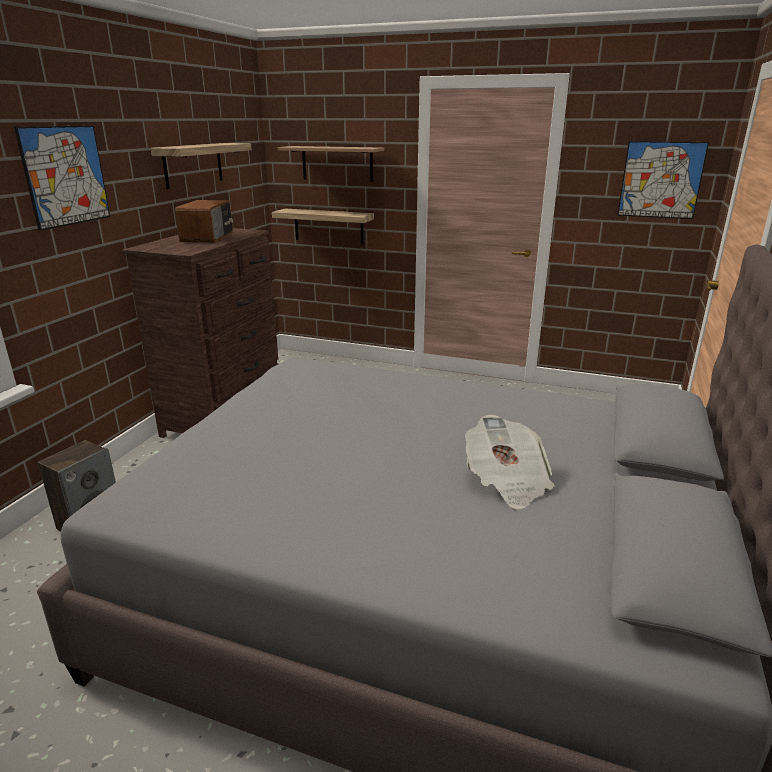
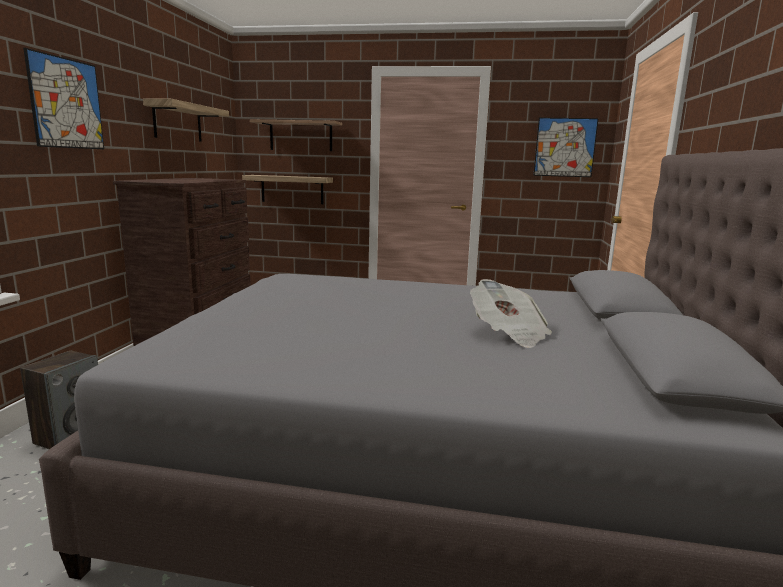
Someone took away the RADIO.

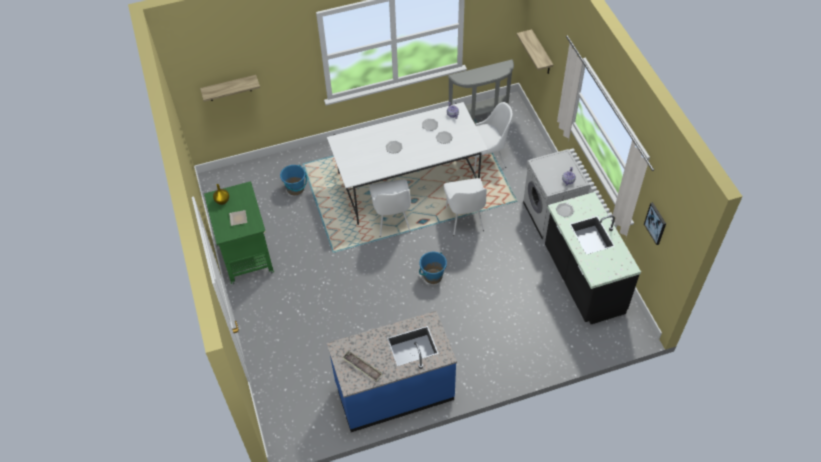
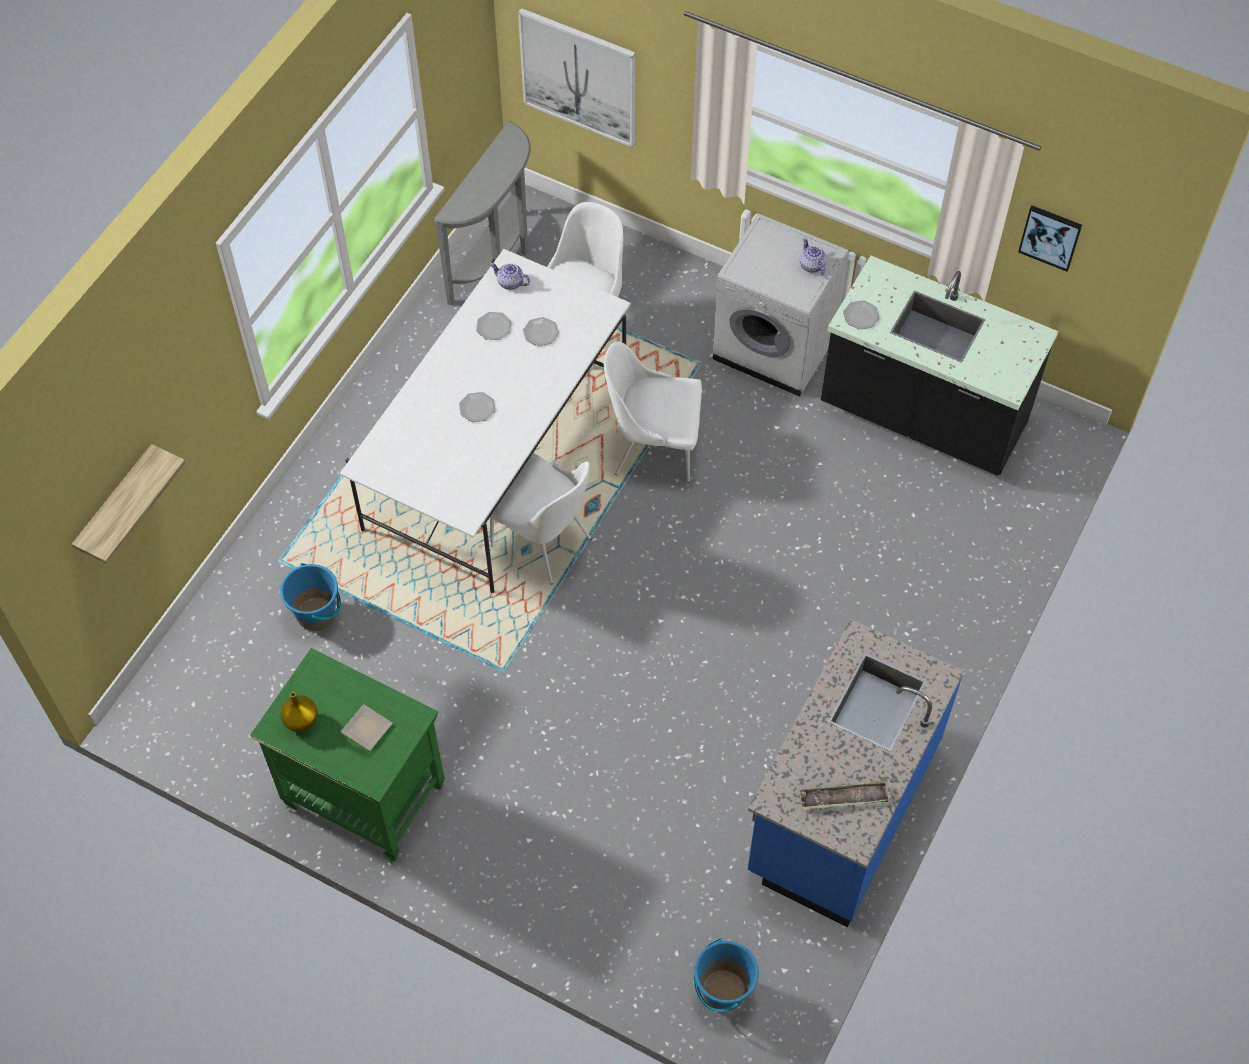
Someone carried the BLUE BUCKET (no. 2 from left). Someone rotated the WHITE CHAIR (no. 2 from left in the first image) by 150 degrees clockwise. Someone swapped the SHELF (no. 2 from left) for the PICTURE (no. 1 from left).

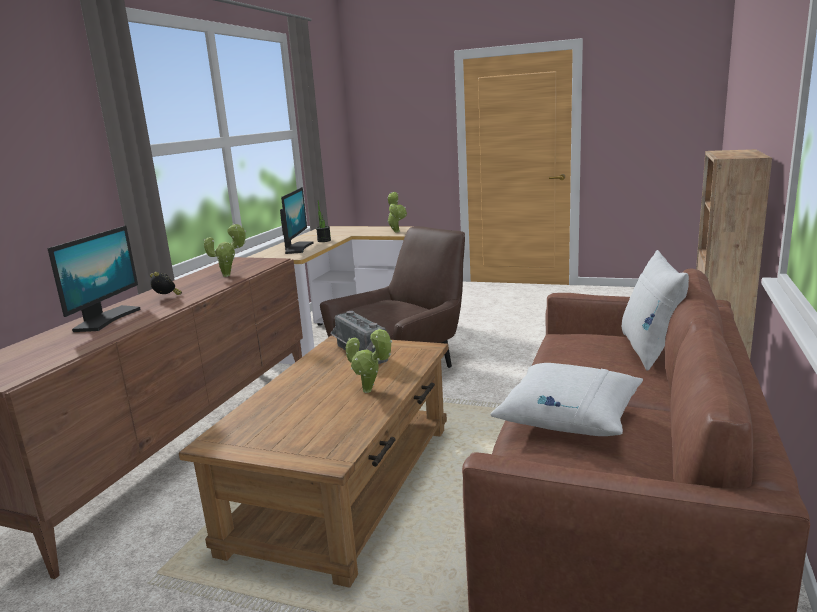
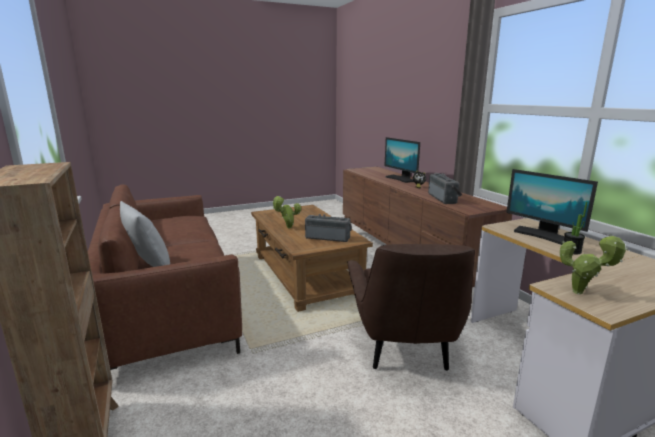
Someone swapped the POTTED PLANT (no. 1 from left) for the RADIO (no. 2 from left). Someone took away the GREY PILLOW (no. 1 from left).

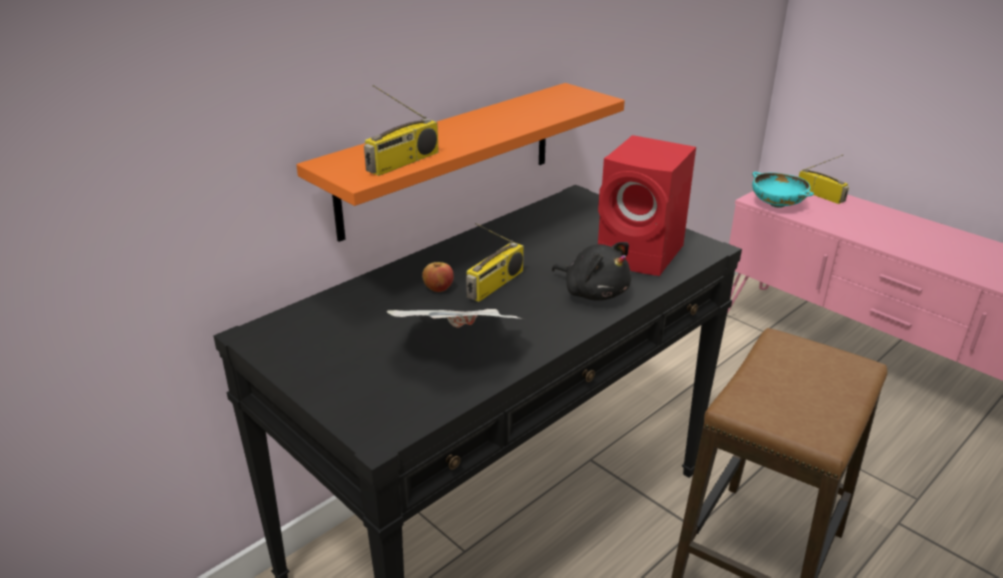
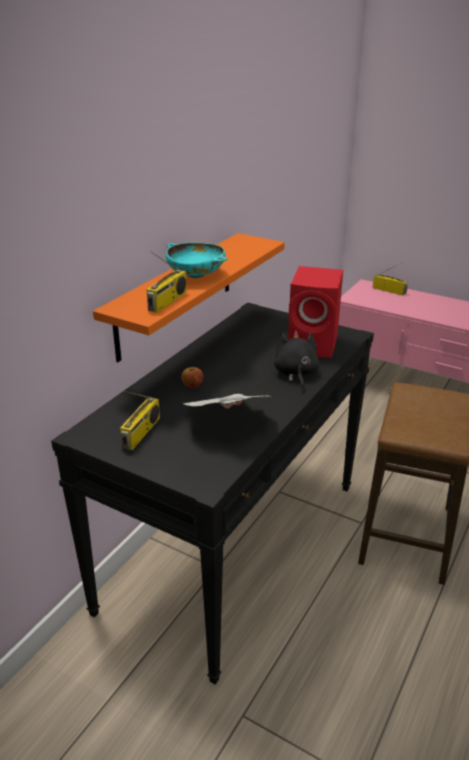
Someone carried the RADIO (no. 2 from left in the first image). Someone rotated the BLACK PLUSH TOY by 120 degrees counterclockwise. Someone carried the TURQUOISE BOWL.

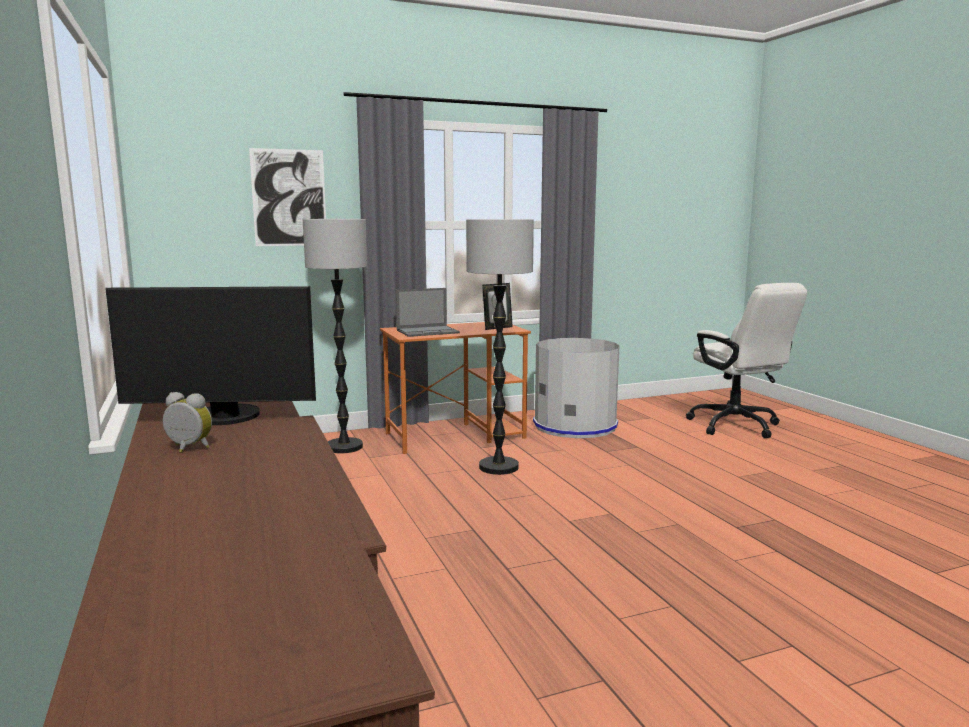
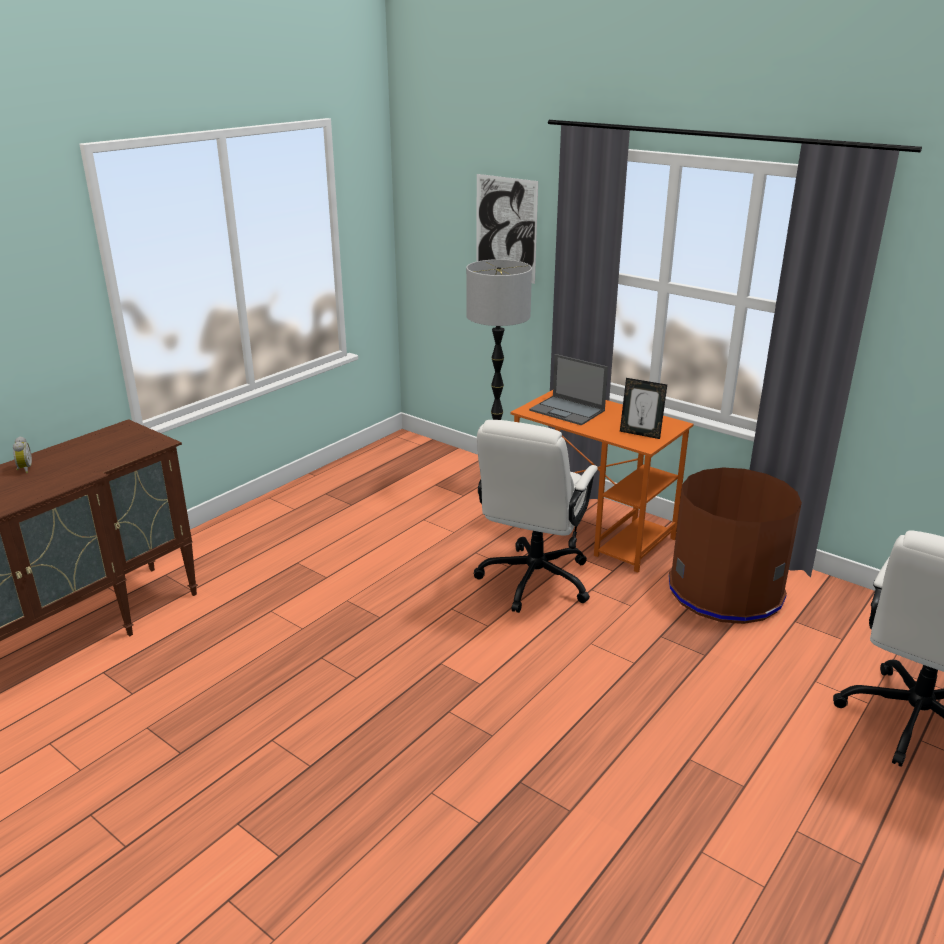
Someone took away the MONITOR. Someone swapped the FLOOR LAMP (no. 2 from left) for the WHITE OFFICE CHAIR (no. 1 from left). Someone repainted the GREY TRASH CAN, which became the BROWN TRASH CAN.

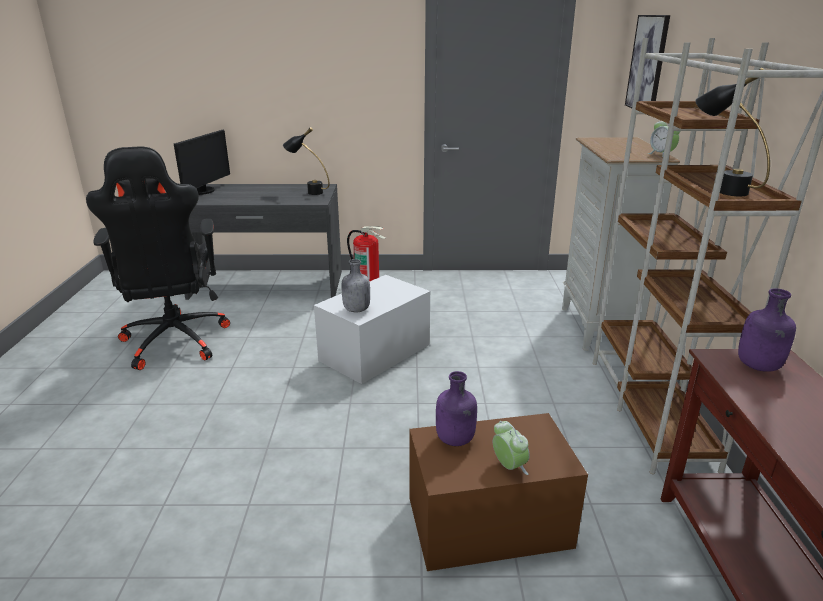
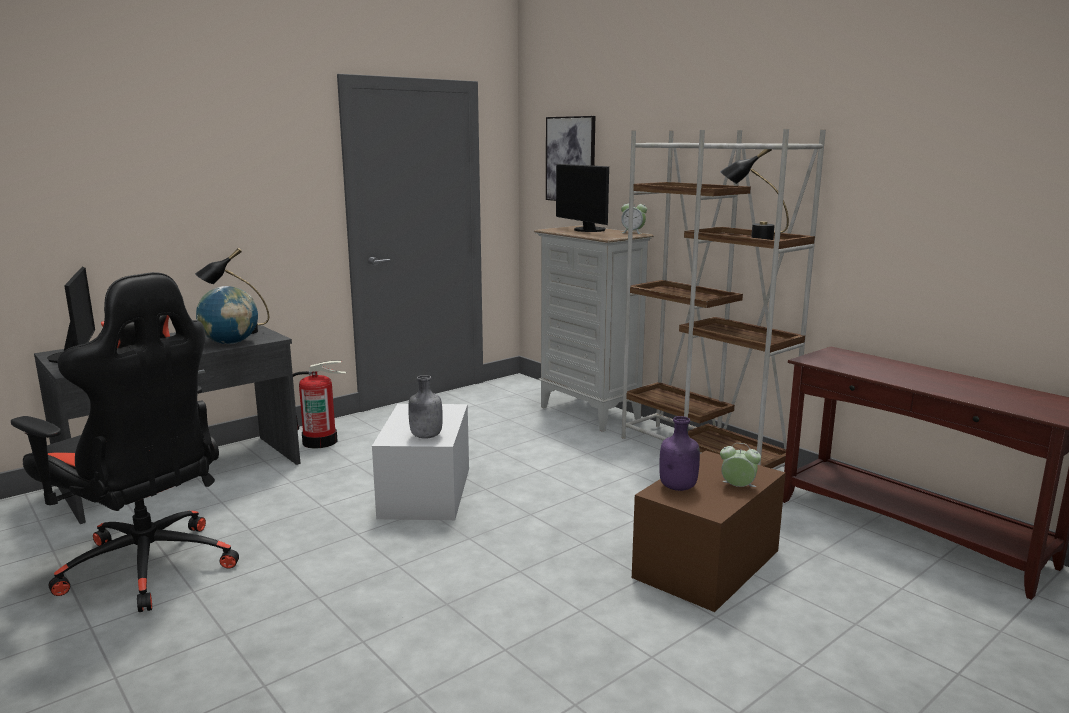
Someone took away the PURPLE BOTTLE (no. 2 from left). Someone put down the GLOBE. Someone put down the MONITOR (no. 2 from left).

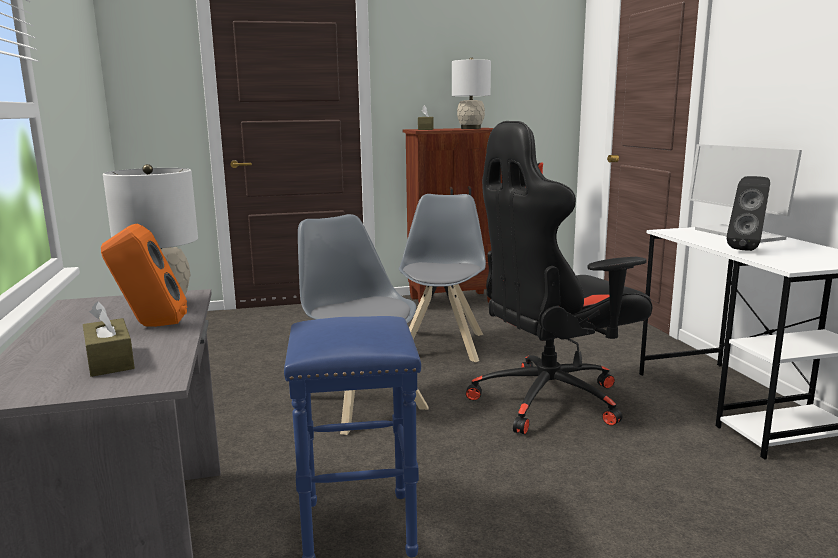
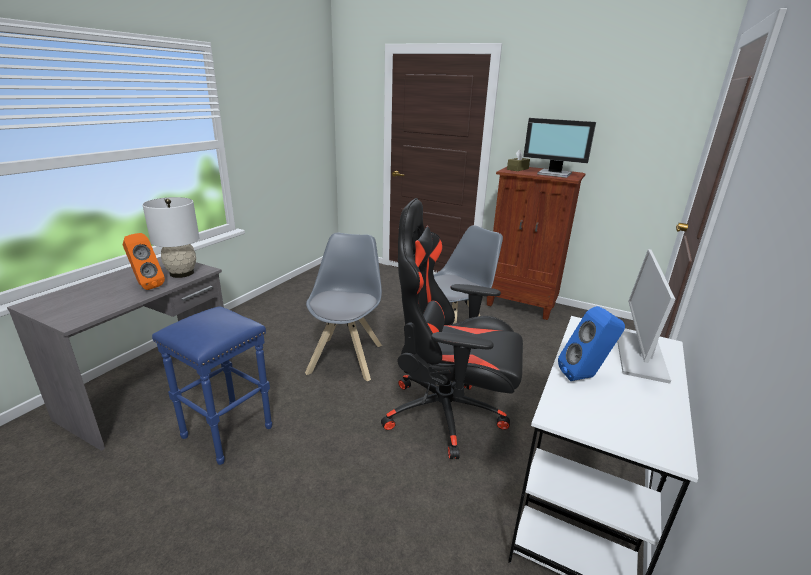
Someone took away the BROWN TISSUE BOX (no. 1 from left). Someone swapped the WHITE TABLE LAMP (no. 2 from left) for the MONITOR (no. 1 from left). Someone repainted the BLACK SPEAKER, which became the BLUE SPEAKER.

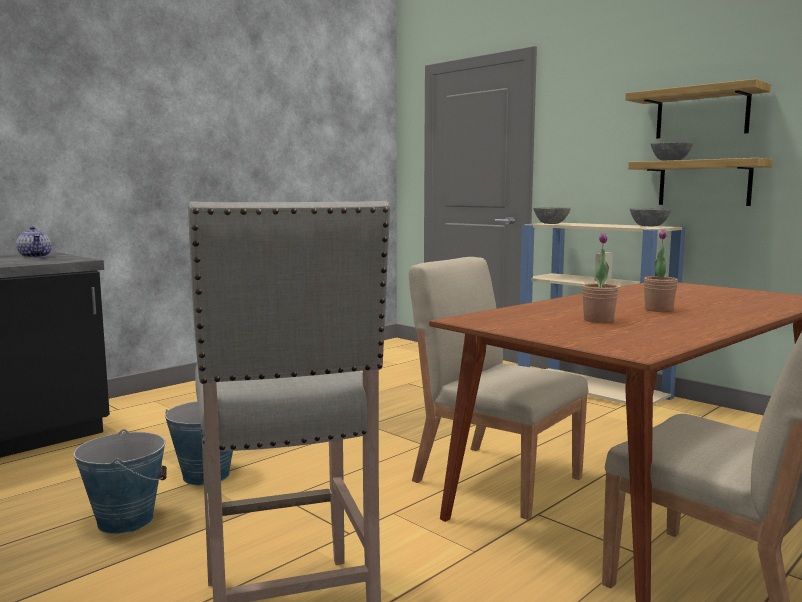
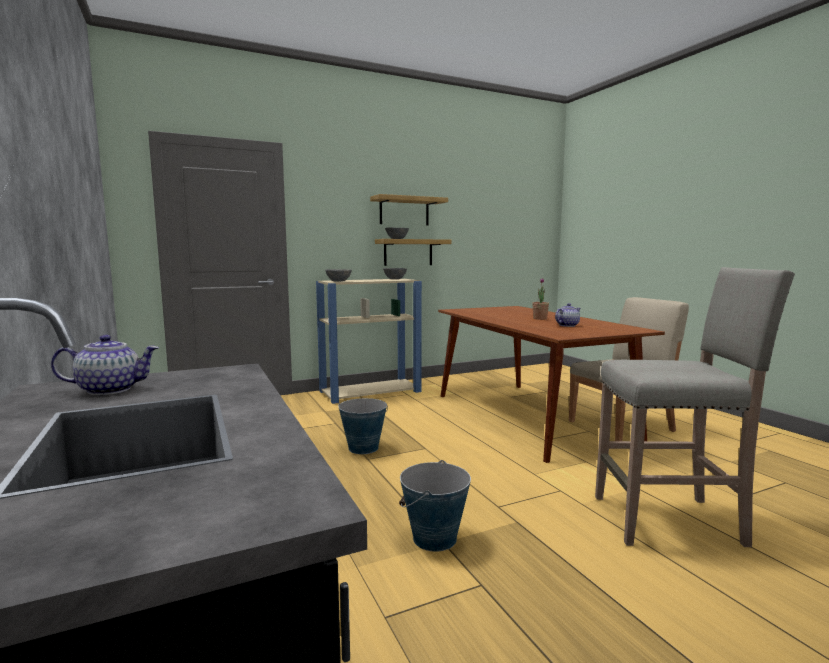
Someone carried the BUCKET (no. 1 from left). Someone took away the BEIGE CHAIR (no. 1 from left). Someone swapped the POTTED PLANT (no. 1 from left) for the TEAPOT (no. 2 from left).

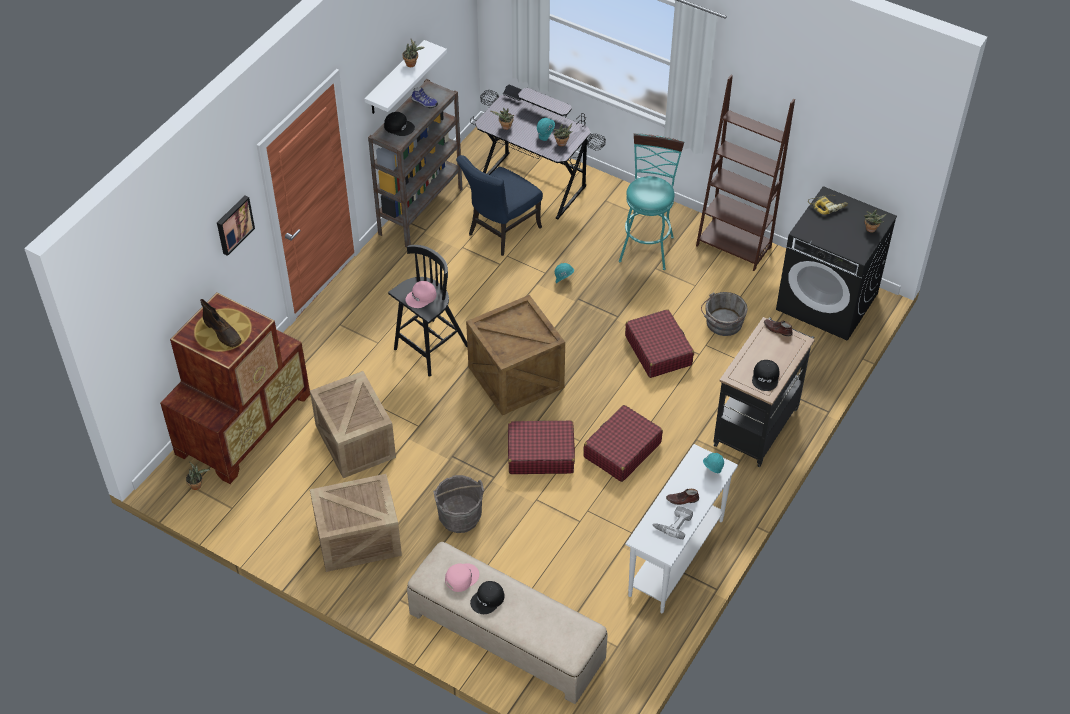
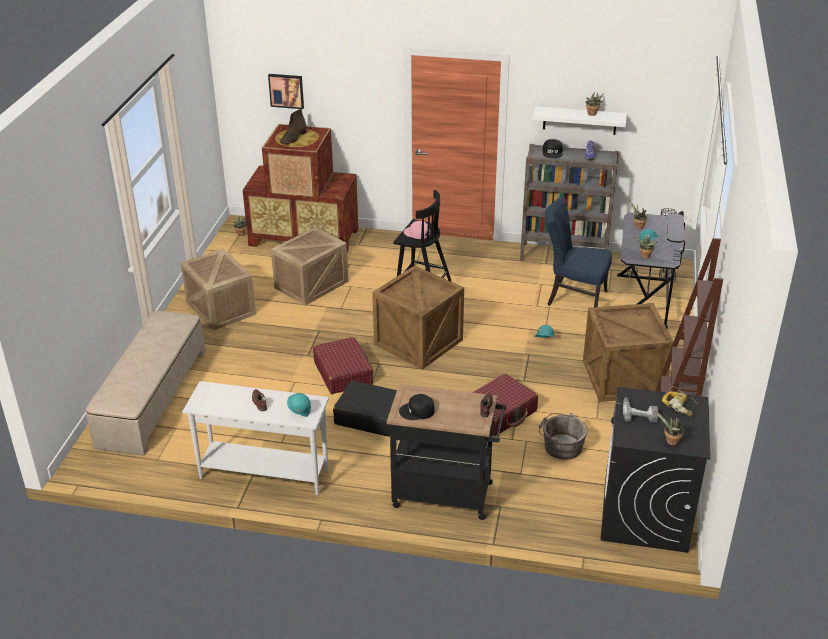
Someone carried the PICTURE. Someone took away the GREY BUCKET (no. 1 from left). Someone took away the PINK CAP (no. 2 from left). Someone took away the BLACK CAP (no. 2 from left). Someone repainted the RED SUITCASE (no. 2 from left), which became the BLACK SUITCASE. Someone swapped the TURQUOISE STOOL for the CRATE (no. 4 from left). Someone carried the POWER DRILL (no. 1 from left).

